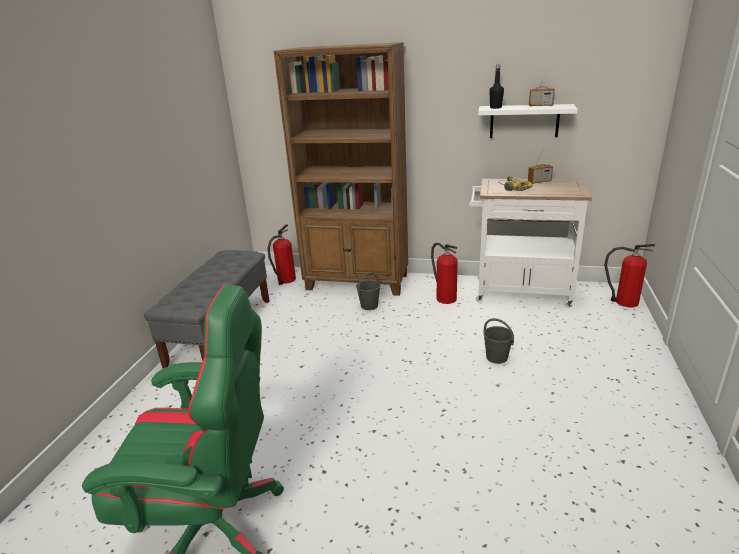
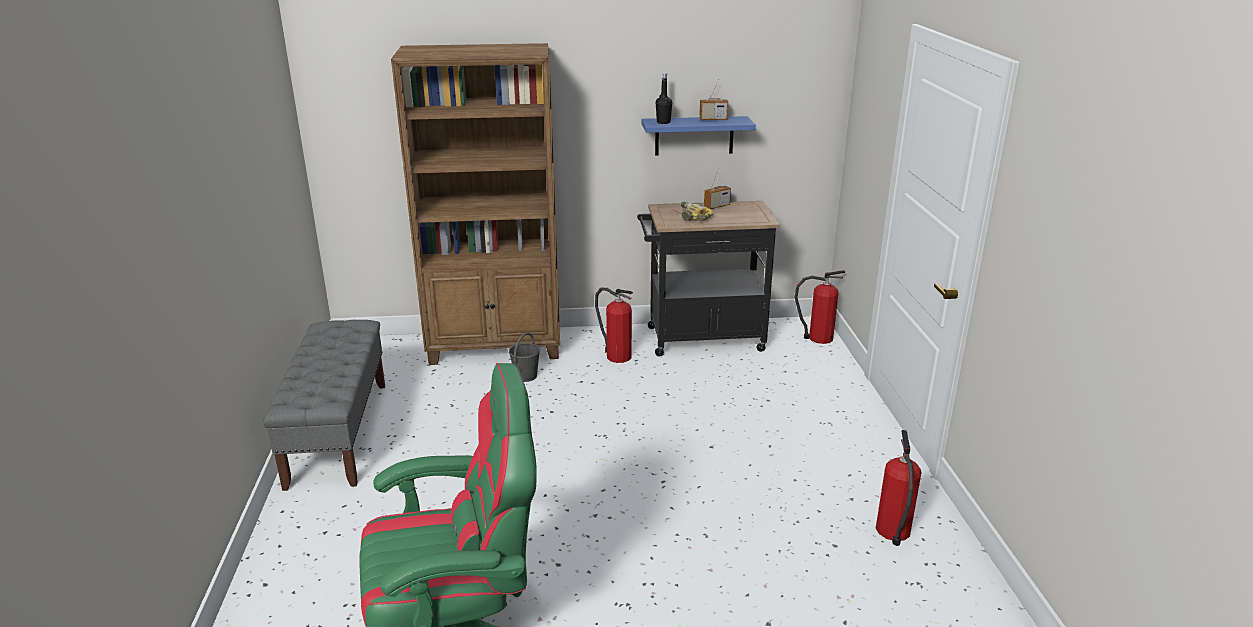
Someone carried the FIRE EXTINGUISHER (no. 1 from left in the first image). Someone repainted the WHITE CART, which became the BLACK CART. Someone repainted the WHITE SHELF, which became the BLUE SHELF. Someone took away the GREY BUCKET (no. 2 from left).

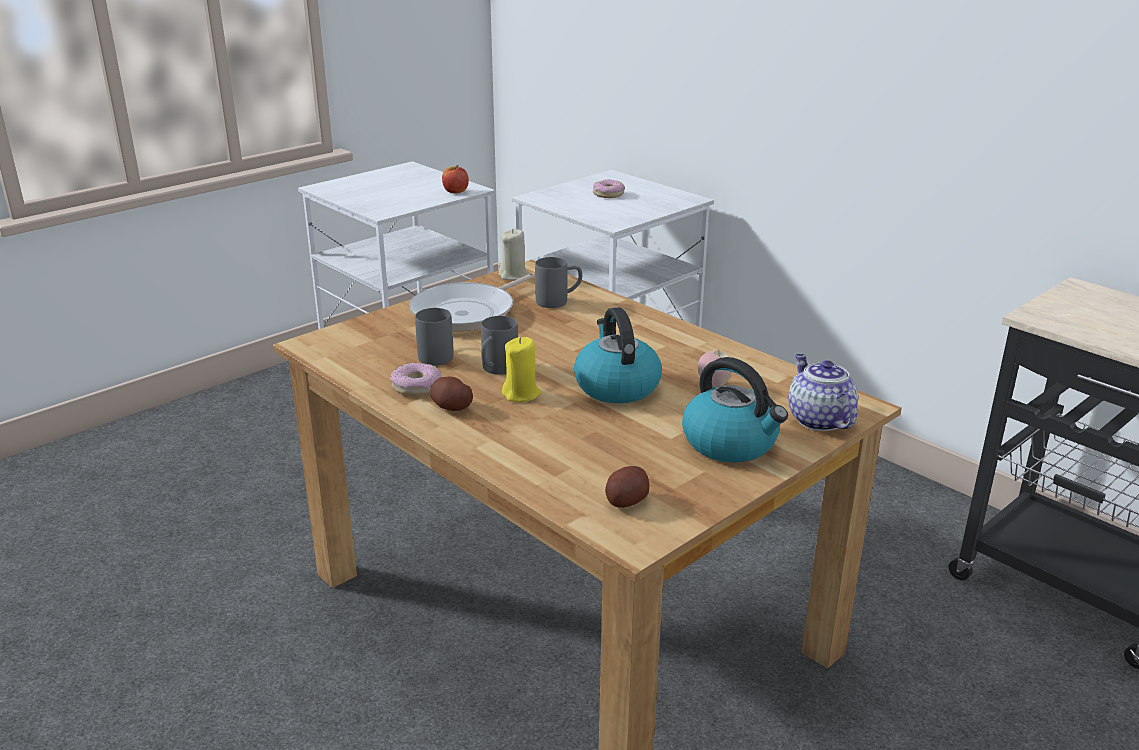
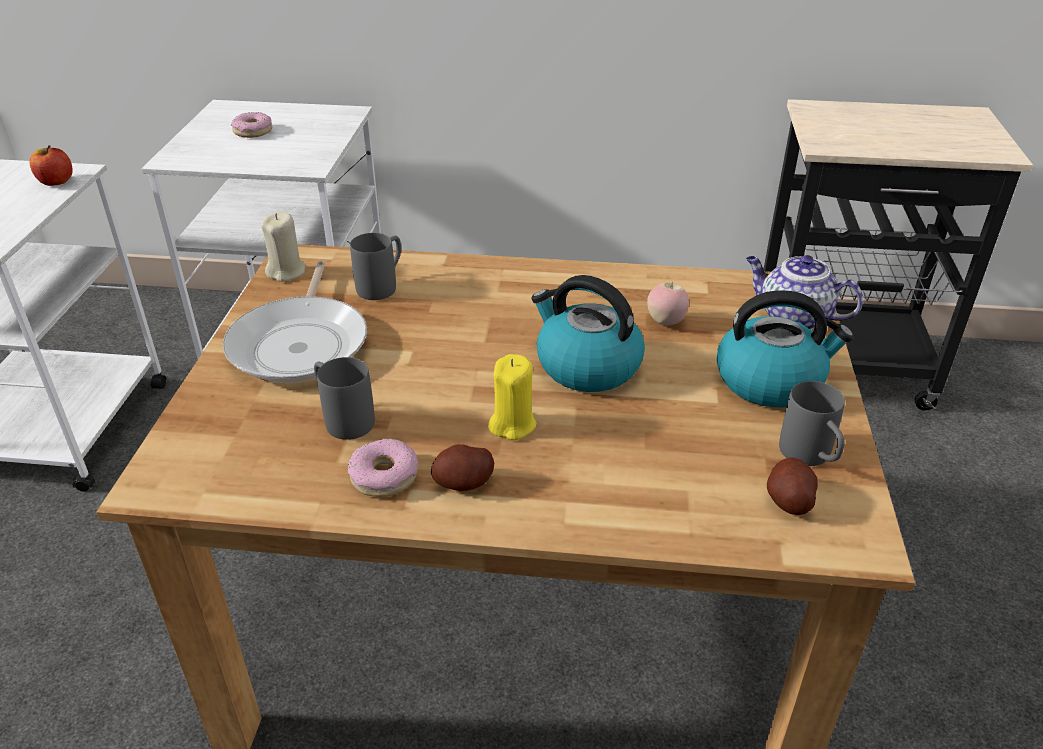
Someone carried the GREY MUG (no. 2 from left in the first image).

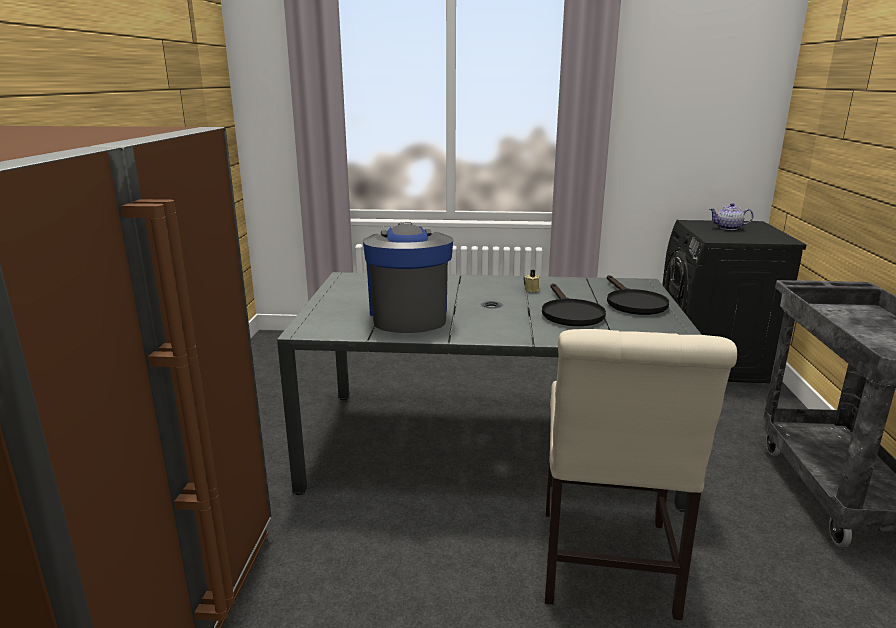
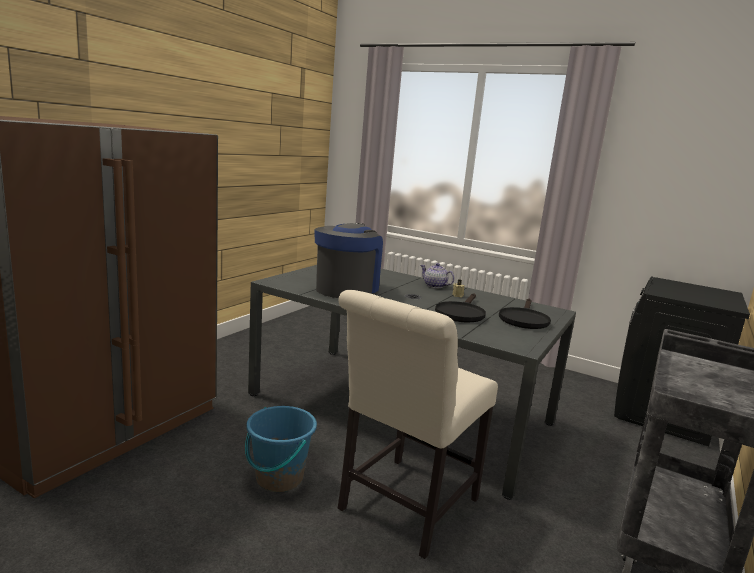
Someone carried the TEAPOT. Someone put down the BLUE BUCKET.

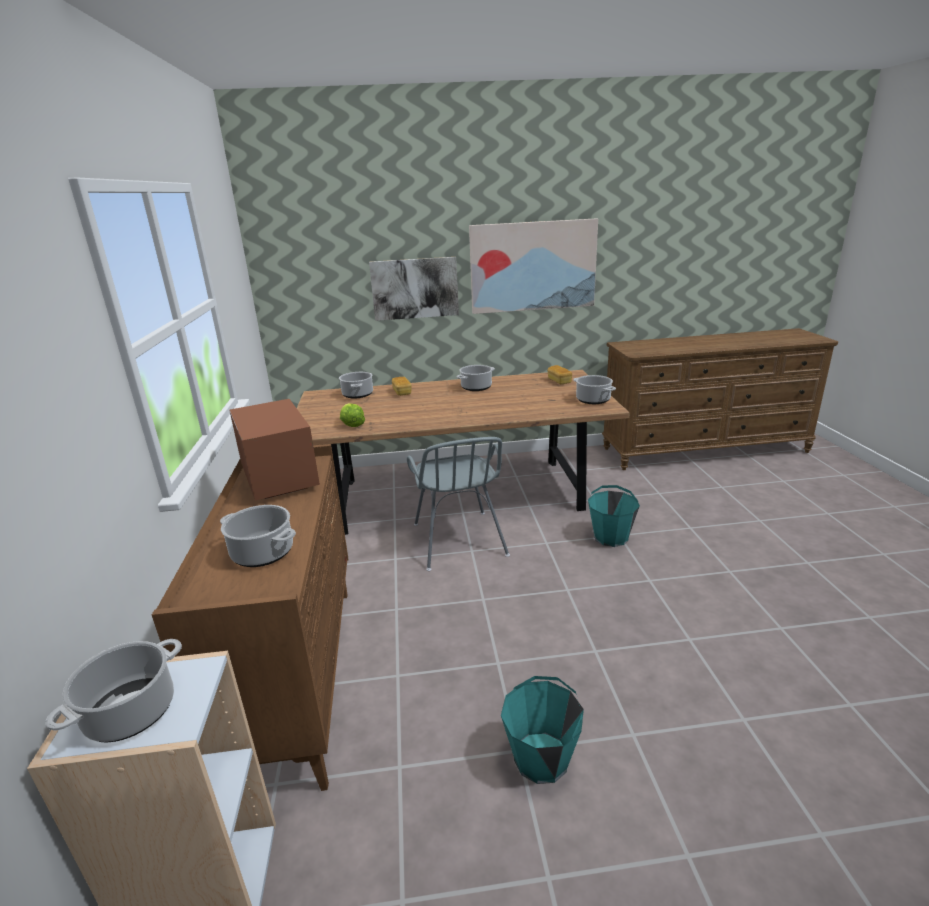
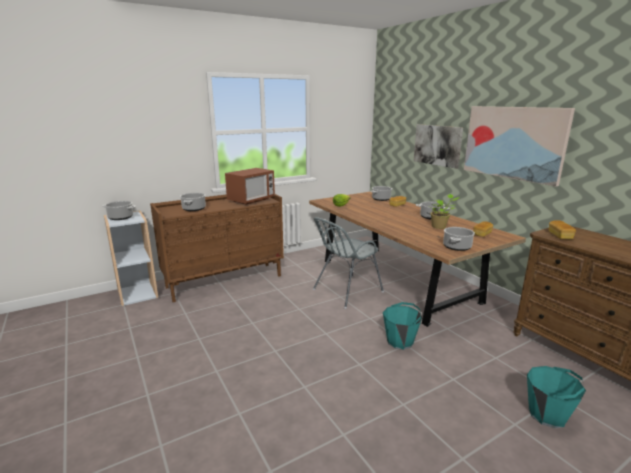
Someone carried the TURQUOISE BUCKET (no. 1 from left in the first image). Someone put down the POTTED PLANT. Someone put down the BREAD (no. 3 from left).

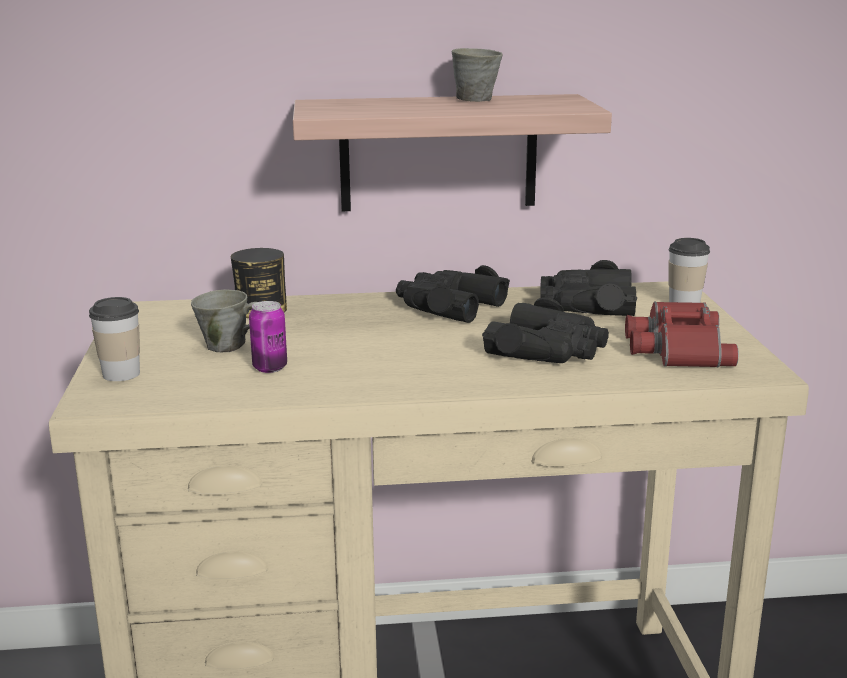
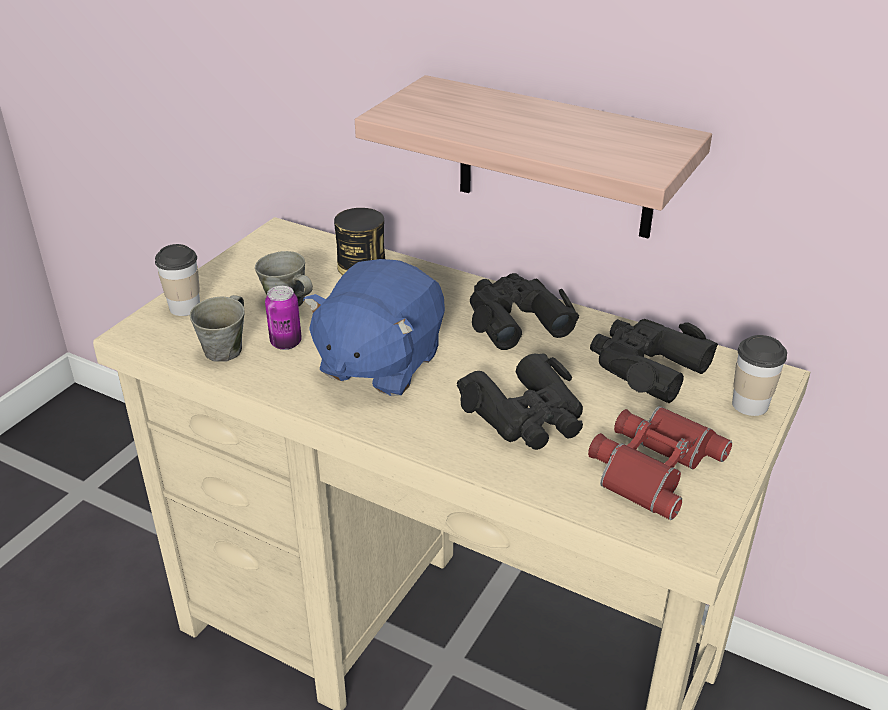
Someone carried the GREY MUG (no. 2 from left in the first image). Someone put down the BLUE PLUSH TOY.

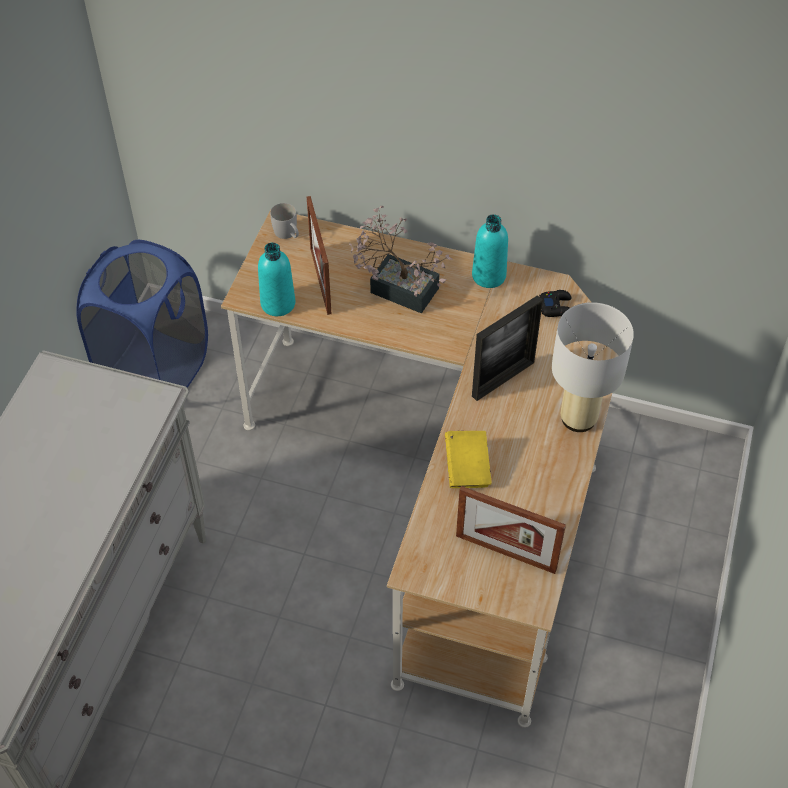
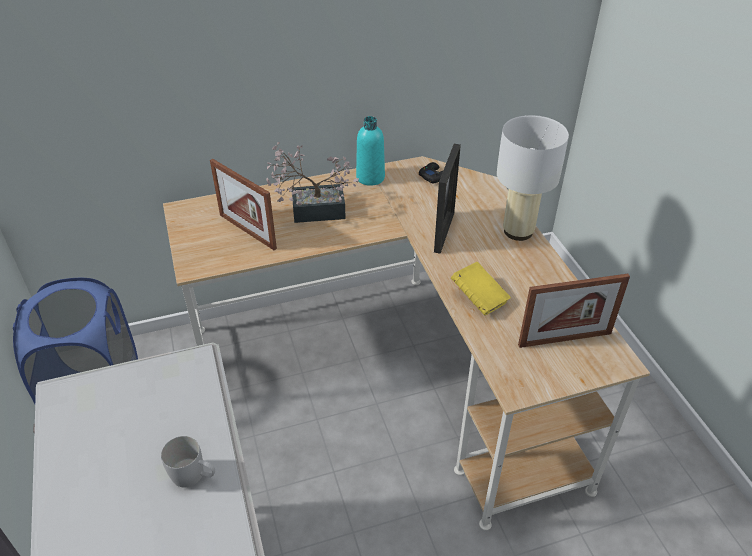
Someone took away the TURQUOISE BOTTLE (no. 1 from left). Someone carried the WHITE MUG.

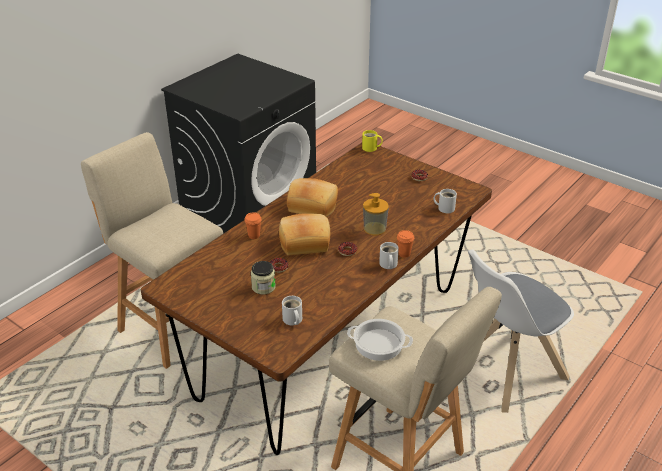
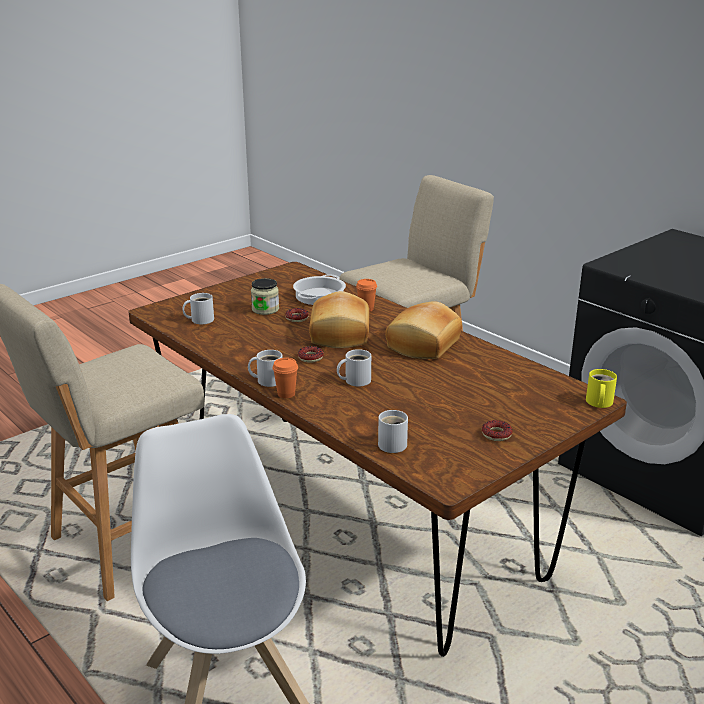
Someone carried the COOKING POT. Someone swapped the SOAP DISPENSER for the WHITE MUG (no. 3 from left).

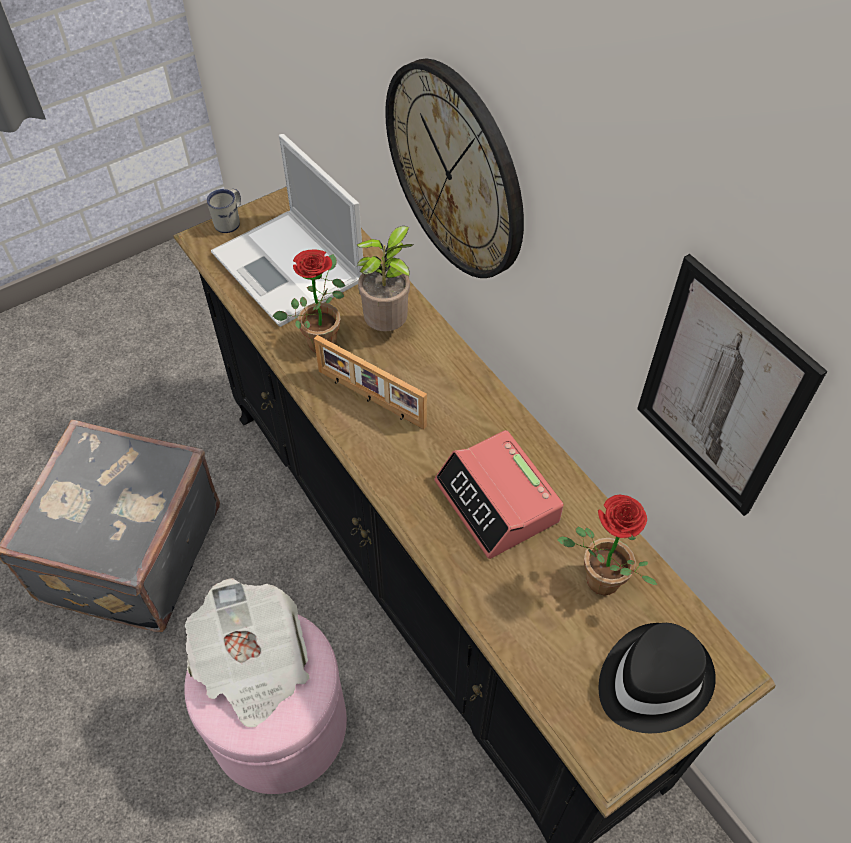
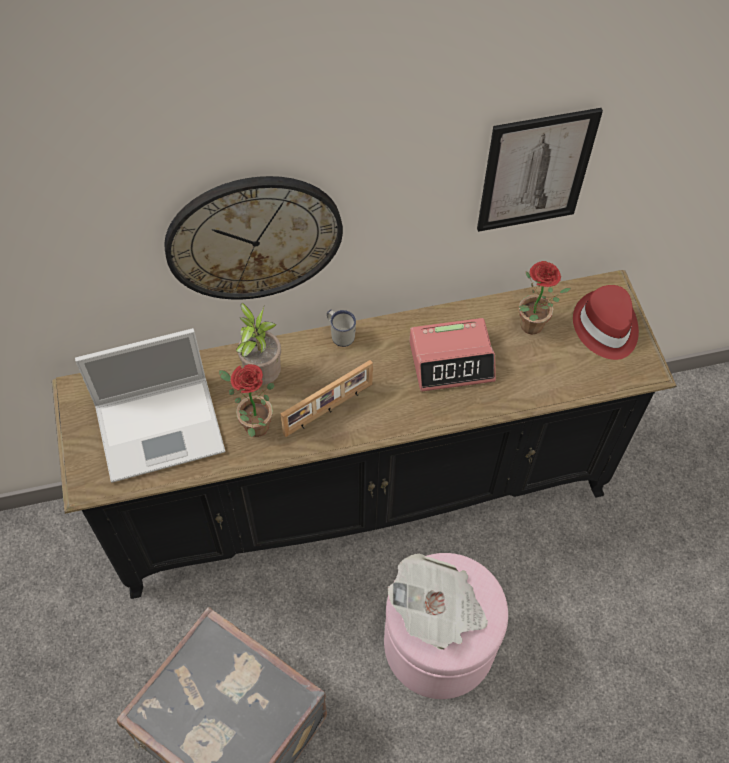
Someone carried the WHITE MUG. Someone repainted the BLACK HAT, which became the RED HAT.

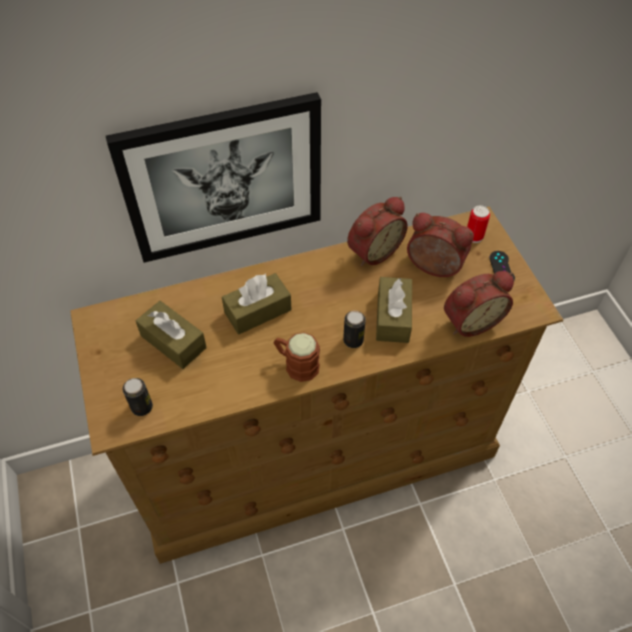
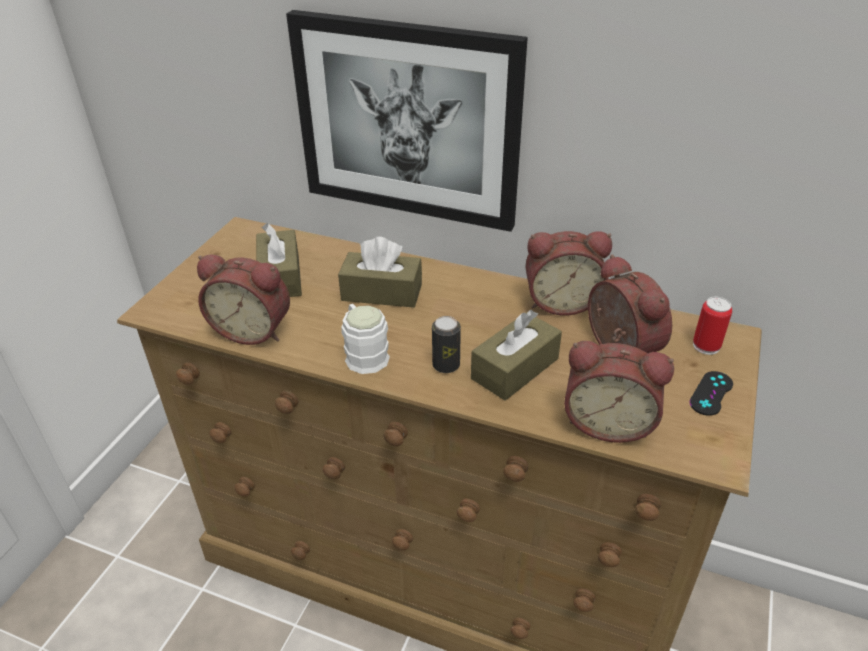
Someone took away the CAN (no. 1 from left). Someone repainted the BROWN MUG, which became the WHITE MUG. Someone put down the ALARM CLOCK (no. 1 from left).

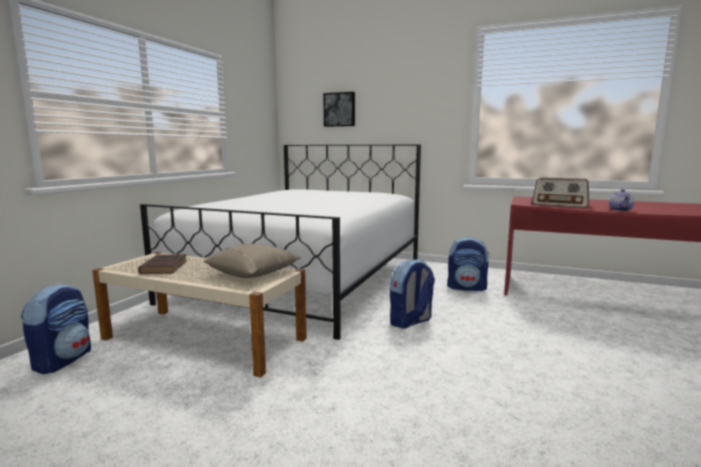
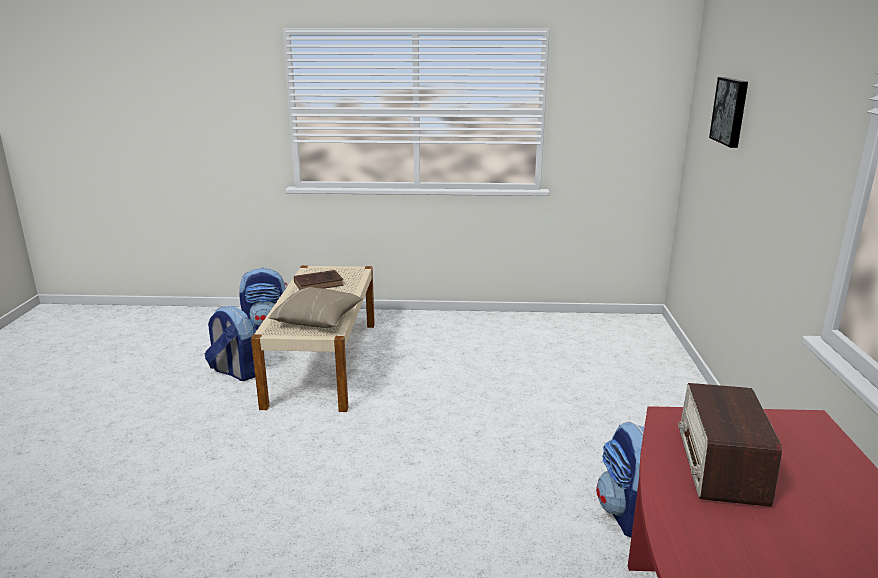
Someone took away the WHITE BED. Someone carried the BACKPACK (no. 2 from left in the first image). Someone took away the TEAPOT.

